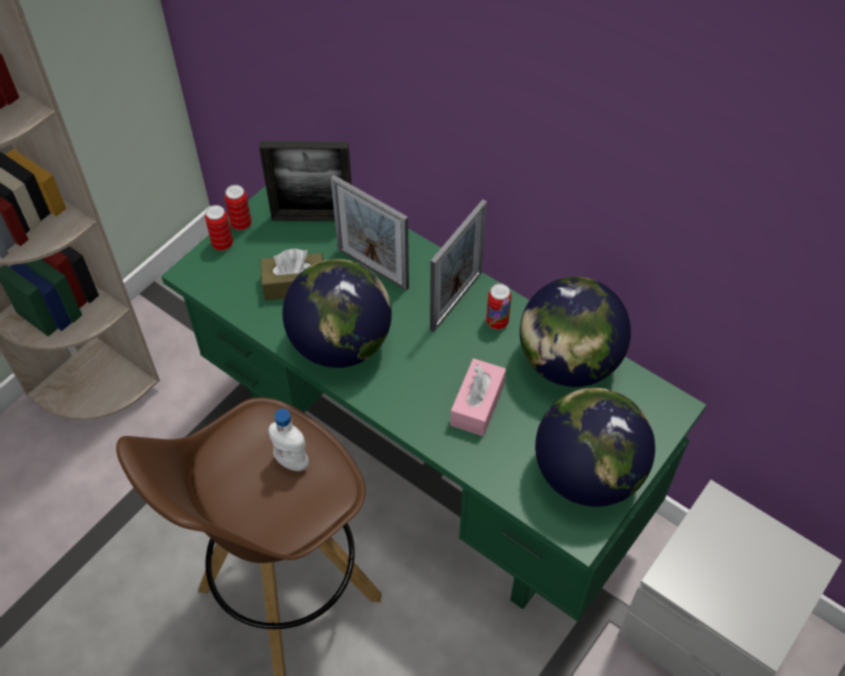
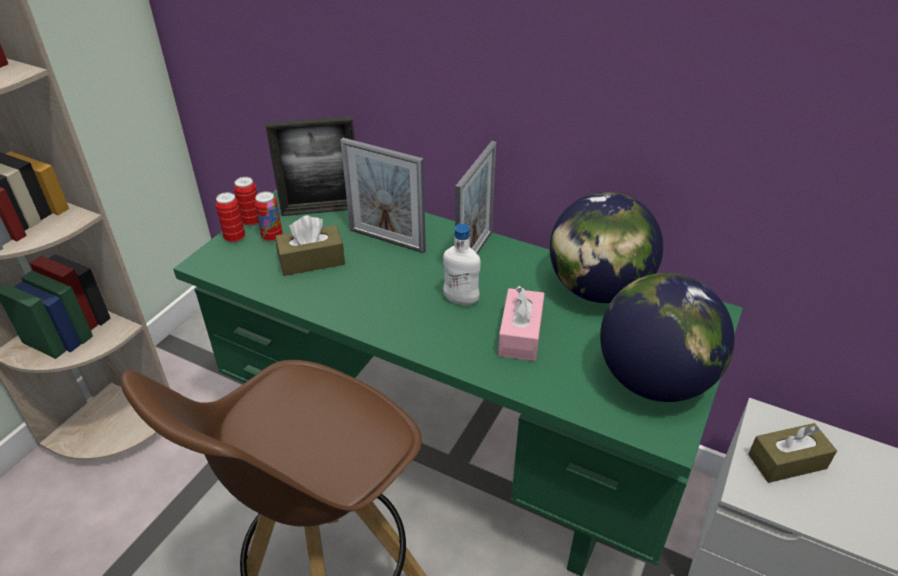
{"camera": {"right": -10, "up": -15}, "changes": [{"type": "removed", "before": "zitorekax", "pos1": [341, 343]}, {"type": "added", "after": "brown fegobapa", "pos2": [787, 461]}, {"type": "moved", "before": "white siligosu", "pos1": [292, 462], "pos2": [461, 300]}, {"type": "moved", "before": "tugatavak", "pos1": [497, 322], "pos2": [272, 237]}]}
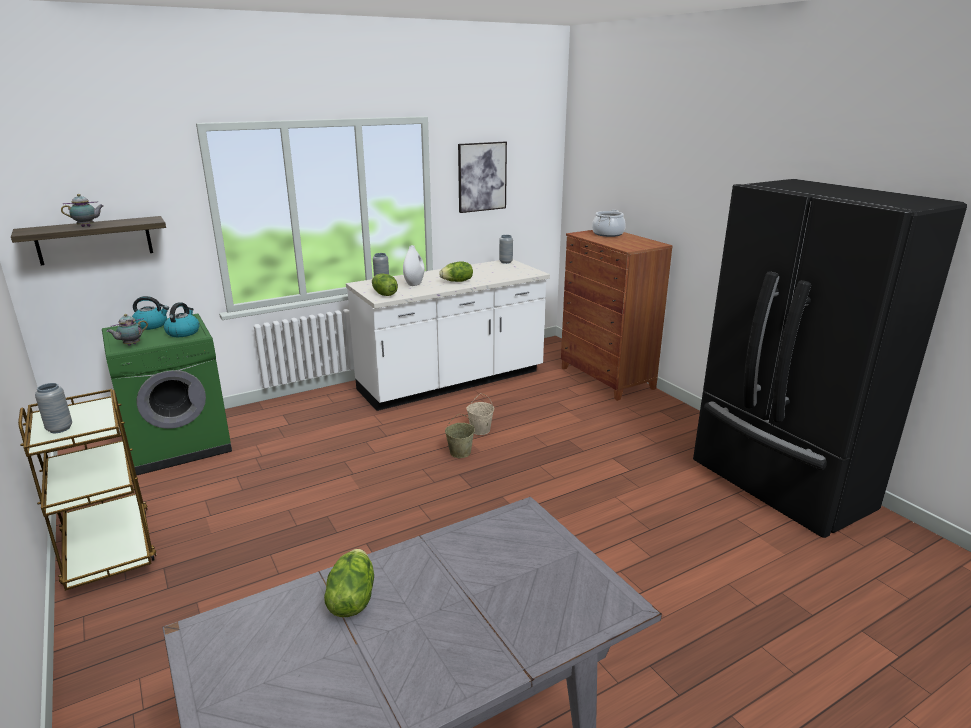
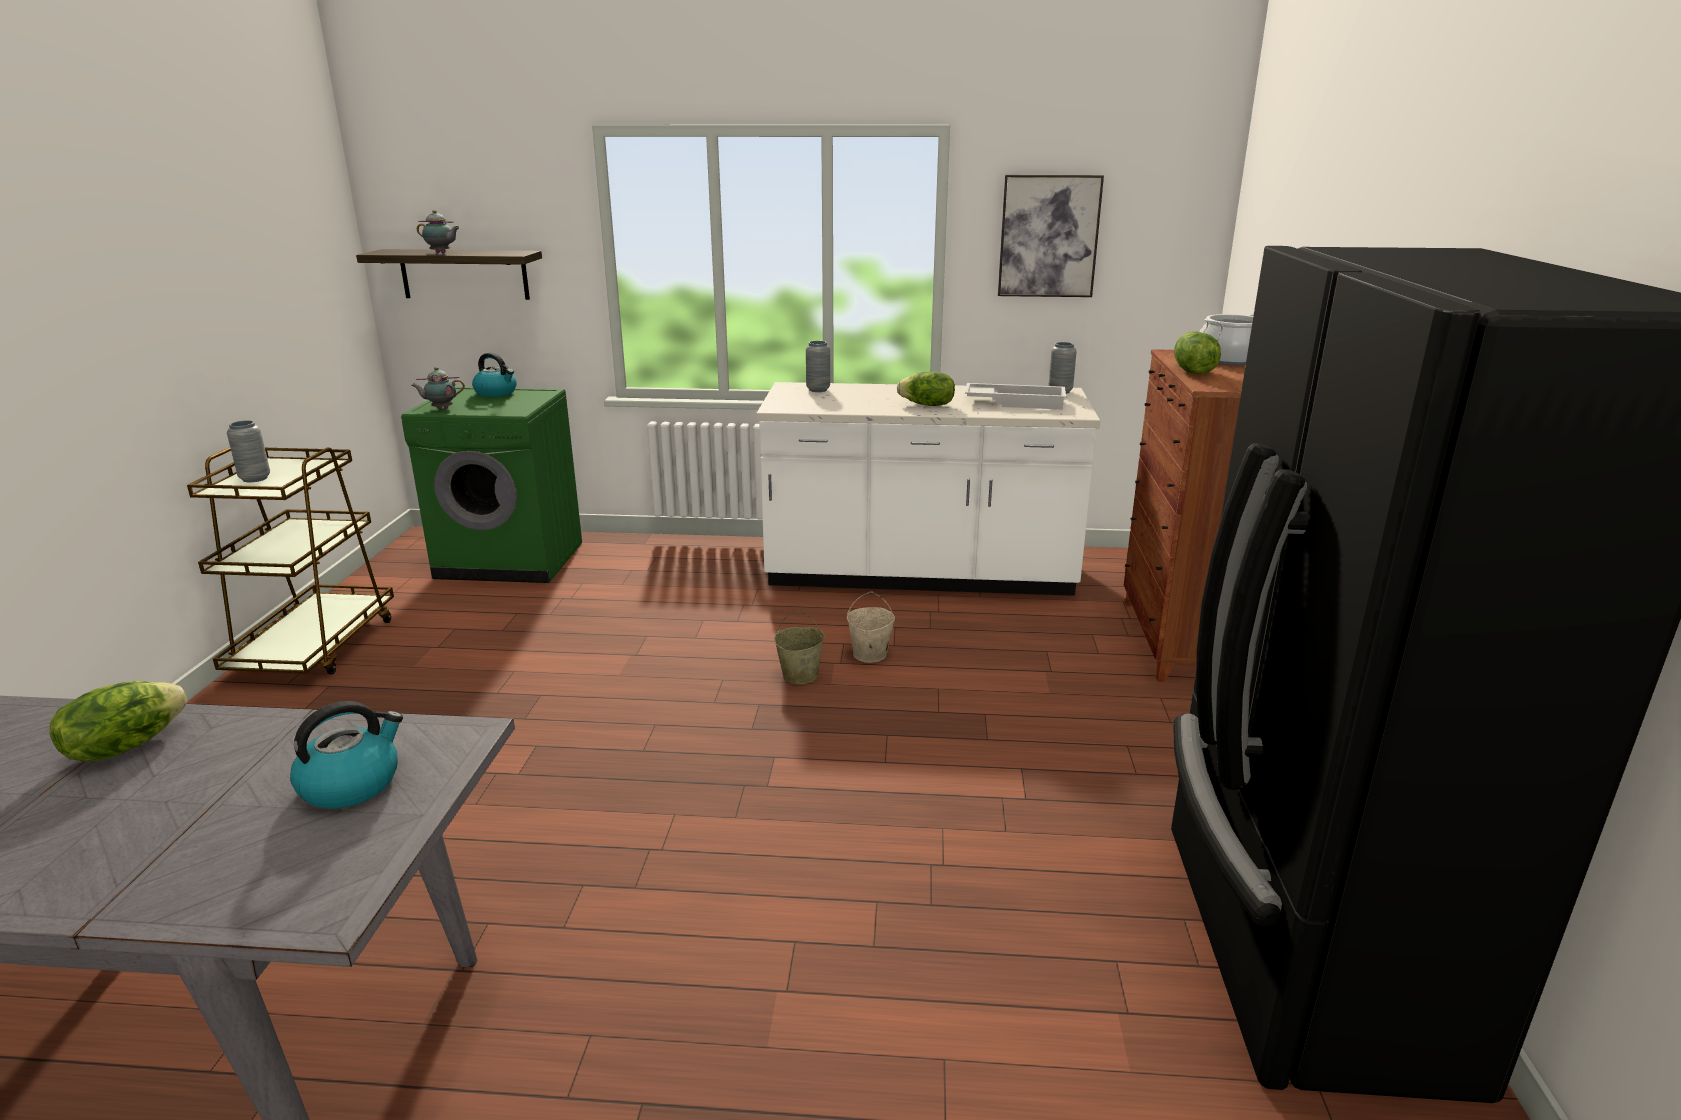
{"camera": {"right": 35, "up": 0}, "changes": [{"type": "removed", "before": "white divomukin", "pos1": [414, 283]}, {"type": "added", "after": "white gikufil", "pos2": [1015, 402]}, {"type": "moved", "before": "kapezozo", "pos1": [183, 332], "pos2": [351, 784]}, {"type": "moved", "before": "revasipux", "pos1": [384, 294], "pos2": [1192, 371]}]}
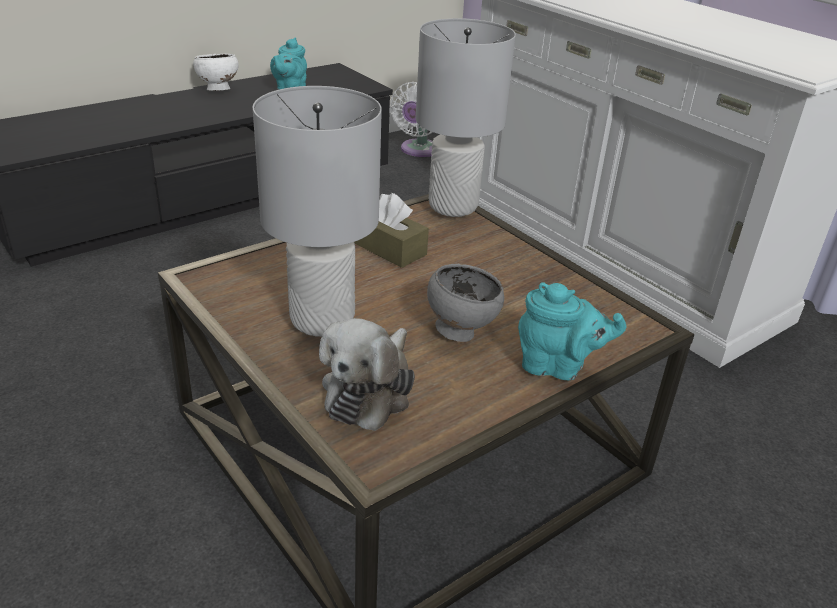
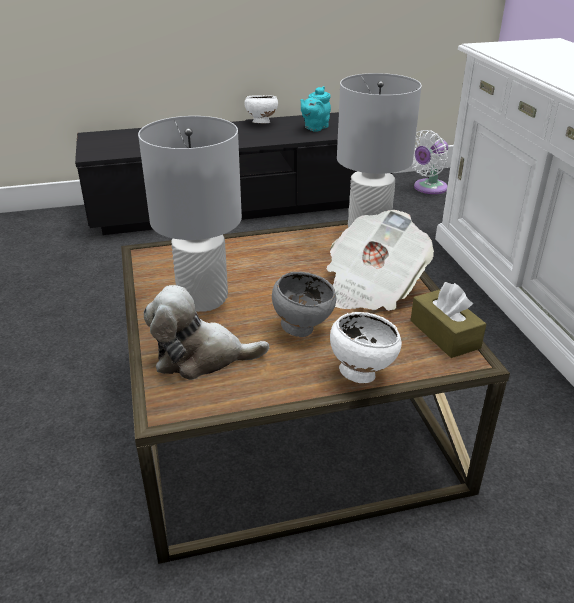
{"camera": {"right": 25, "up": 0}, "changes": [{"type": "added", "after": "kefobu", "pos2": [371, 286]}, {"type": "moved", "before": "brown fegobapa", "pos1": [389, 248], "pos2": [444, 334]}, {"type": "replaced", "before": "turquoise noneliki", "after": "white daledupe", "pos1": [558, 367], "pos2": [361, 372]}, {"type": "turned", "before": "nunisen", "pos1": [369, 390], "pos2": [201, 357], "turn": 45}]}
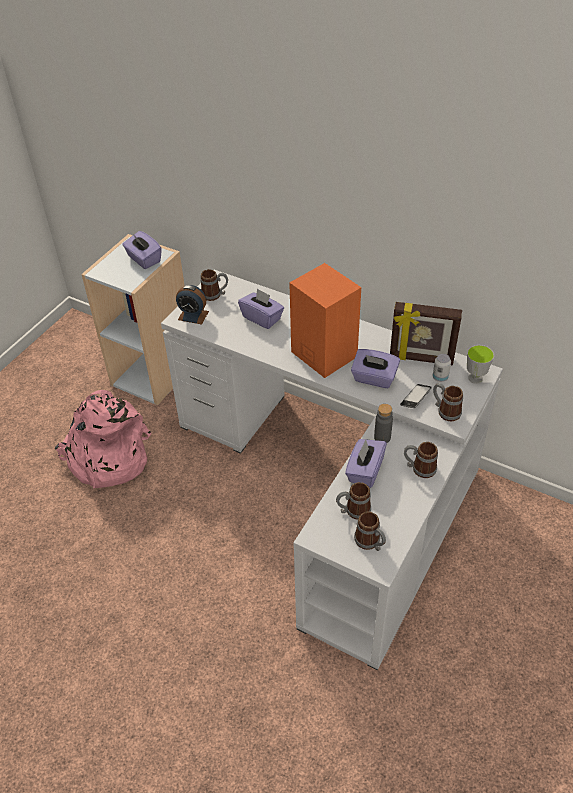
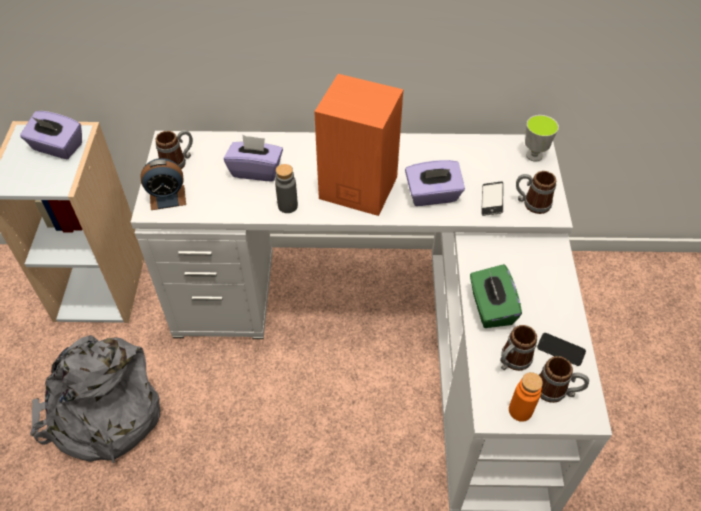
{"camera": {"right": -30, "up": 5}, "changes": [{"type": "removed", "before": "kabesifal", "pos1": [421, 359]}, {"type": "removed", "before": "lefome", "pos1": [419, 468]}, {"type": "removed", "before": "tugatavak", "pos1": [440, 377]}, {"type": "added", "after": "orange siligosu", "pos2": [520, 410]}, {"type": "added", "after": "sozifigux", "pos2": [561, 349]}, {"type": "moved", "before": "grey siligosu", "pos1": [382, 437], "pos2": [287, 206]}, {"type": "recoloured", "before": "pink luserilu", "after": "grey luserilu", "pos1": [107, 458], "pos2": [103, 415]}, {"type": "recoloured", "before": "purple fegobapa", "after": "green fegobapa", "pos1": [364, 471], "pos2": [490, 308]}]}
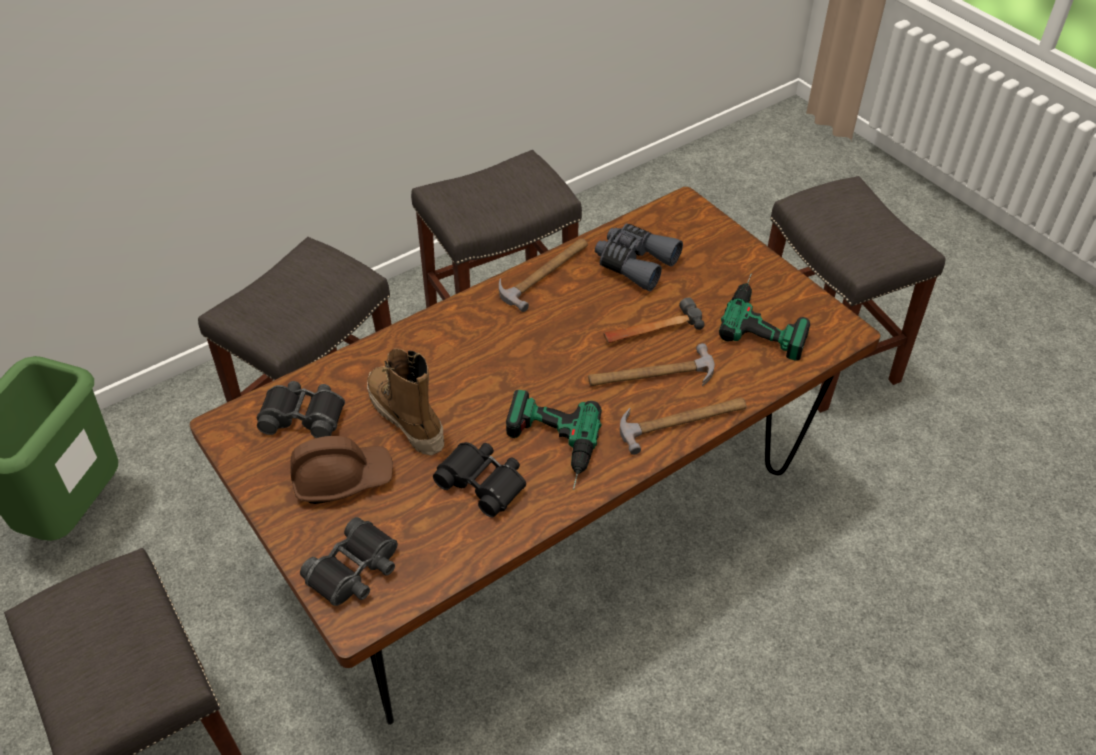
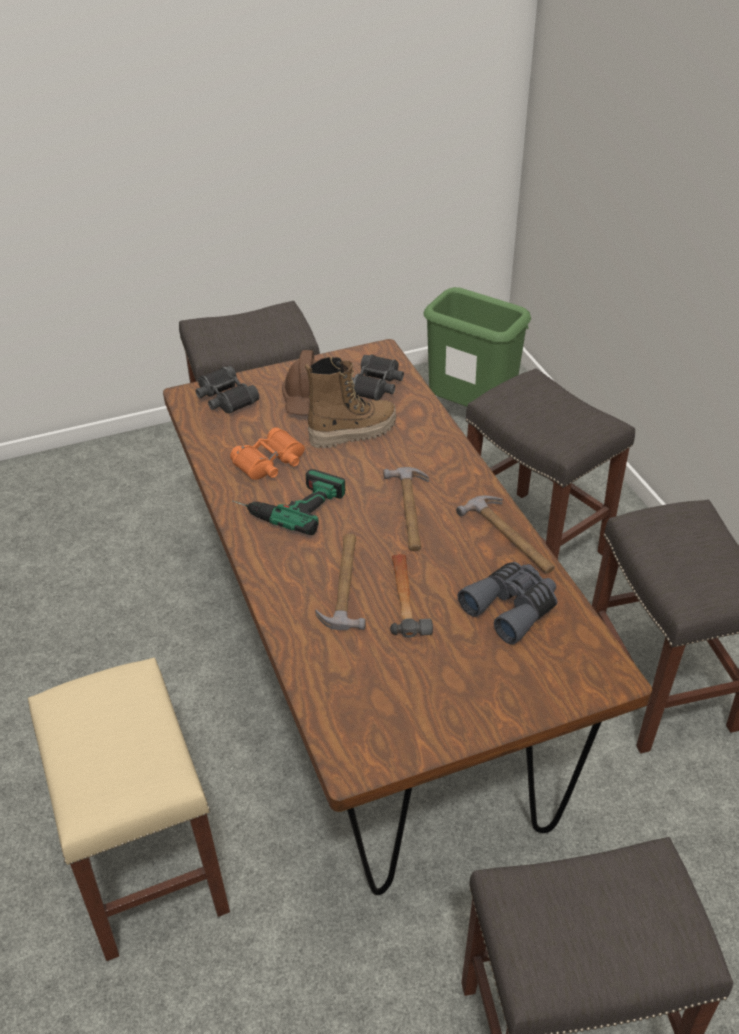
{"camera": {"right": 105, "up": -5}, "changes": [{"type": "removed", "before": "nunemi", "pos1": [767, 319]}, {"type": "added", "after": "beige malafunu", "pos2": [146, 864]}, {"type": "moved", "before": "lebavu", "pos1": [682, 421], "pos2": [410, 511]}, {"type": "recoloured", "before": "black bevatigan", "after": "orange bevatigan", "pos1": [482, 482], "pos2": [270, 463]}]}
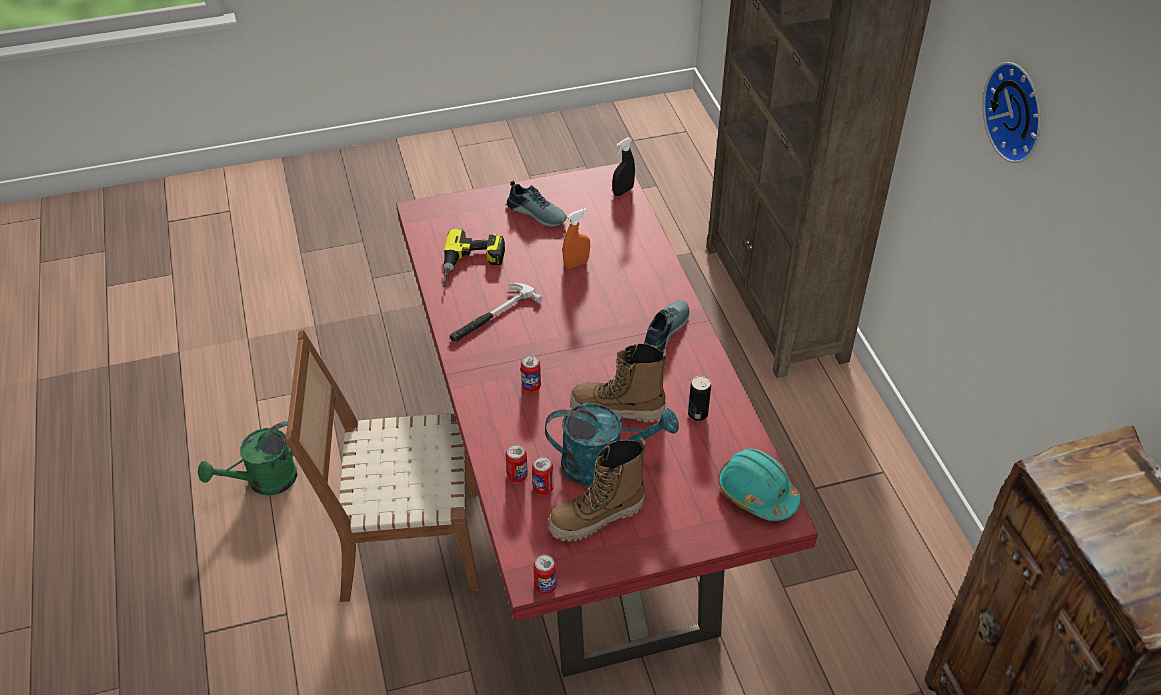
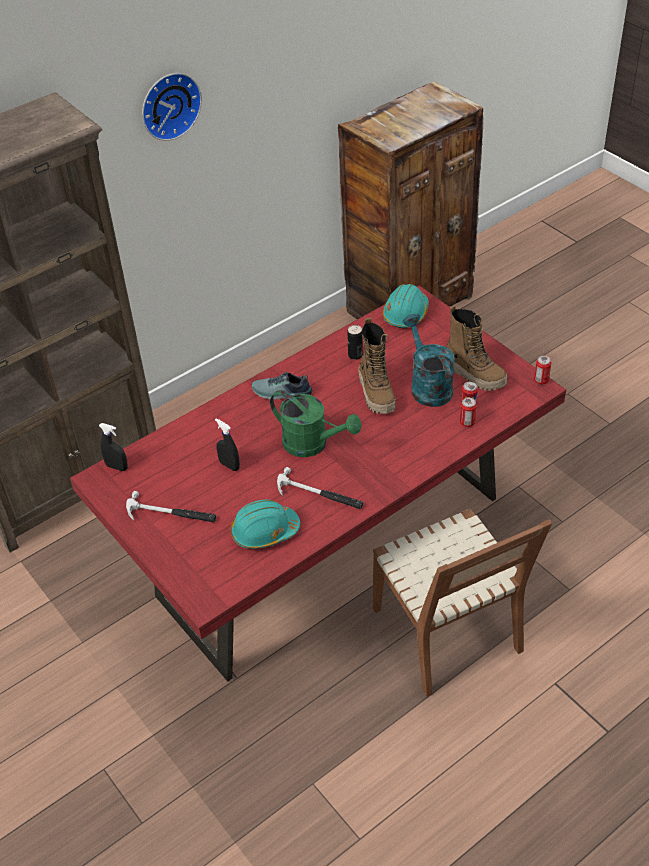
{"camera": {"right": -110, "up": 0}, "changes": [{"type": "removed", "before": "tugatavak", "pos1": [531, 386]}, {"type": "moved", "before": "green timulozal", "pos1": [264, 482], "pos2": [312, 444]}, {"type": "replaced", "before": "nunemi", "after": "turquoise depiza", "pos1": [471, 266], "pos2": [264, 532]}, {"type": "replaced", "before": "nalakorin", "after": "lebavu", "pos1": [538, 212], "pos2": [170, 514]}, {"type": "recoloured", "before": "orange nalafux", "after": "black nalafux", "pos1": [576, 264], "pos2": [229, 465]}]}
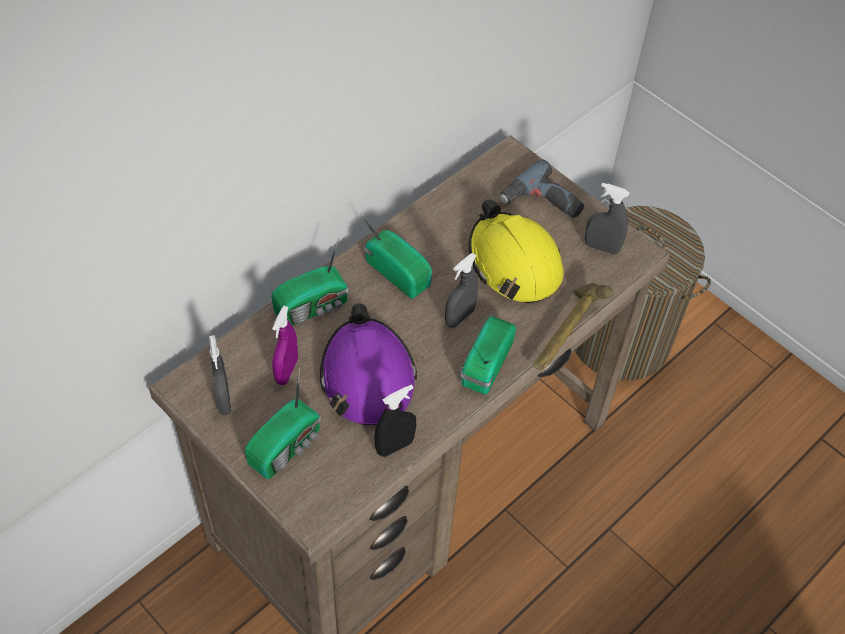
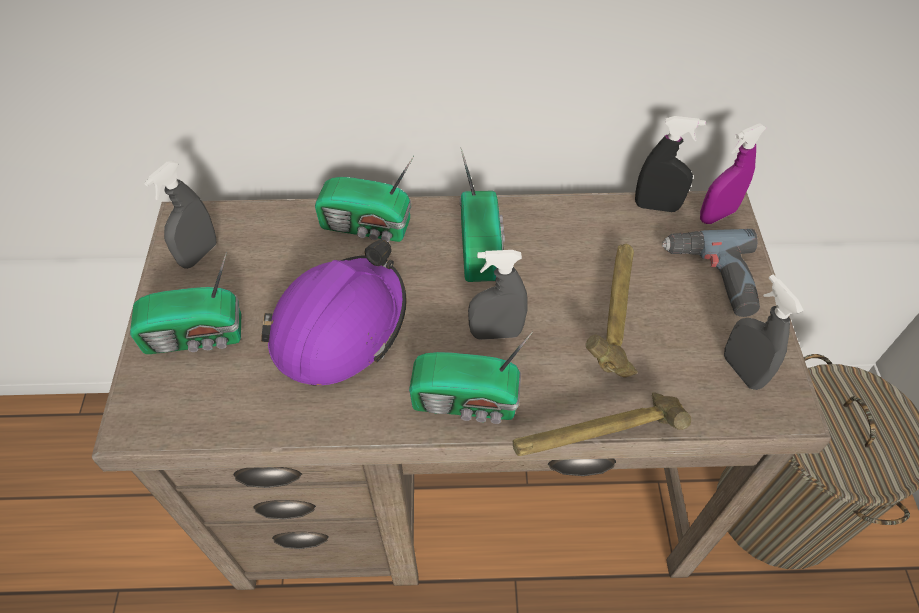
{"camera": {"right": 45, "up": 0}, "changes": [{"type": "moved", "before": "purple nalafux", "pos1": [286, 371], "pos2": [717, 215]}, {"type": "moved", "before": "black nalafux", "pos1": [395, 446], "pos2": [656, 206]}, {"type": "replaced", "before": "yellow depiza", "after": "lebavu", "pos1": [514, 263], "pos2": [615, 319]}, {"type": "turned", "before": "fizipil", "pos1": [484, 365], "pos2": [468, 402], "turn": -150}]}
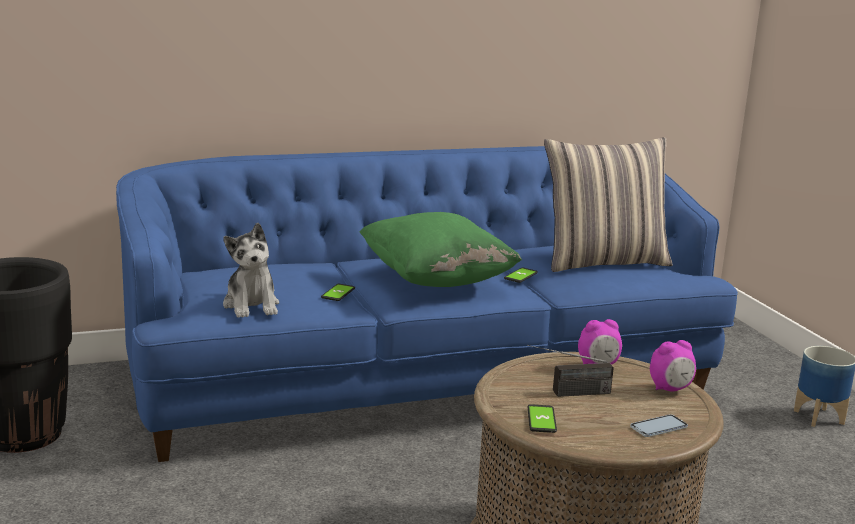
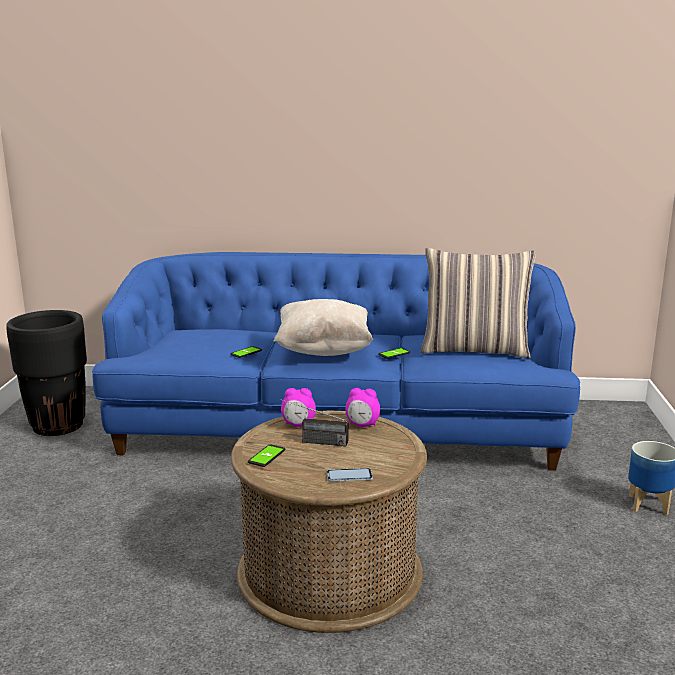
{"camera": {"right": 25, "up": 0}, "changes": [{"type": "removed", "before": "nunisen", "pos1": [252, 305]}, {"type": "moved", "before": "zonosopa", "pos1": [670, 389], "pos2": [298, 425]}, {"type": "recoloured", "before": "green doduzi", "after": "beige doduzi", "pos1": [436, 280], "pos2": [323, 351]}]}
